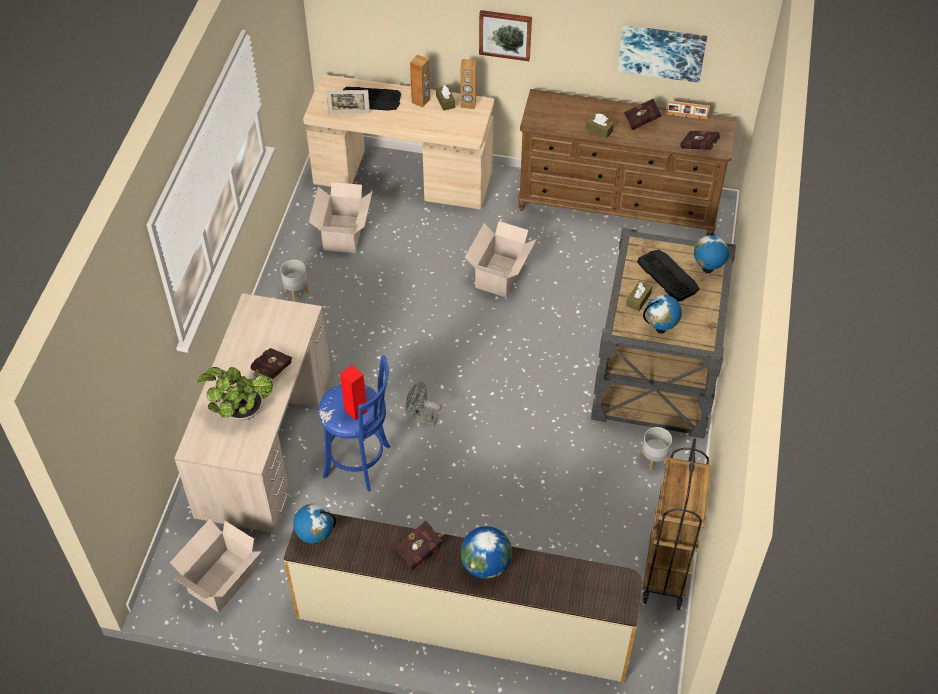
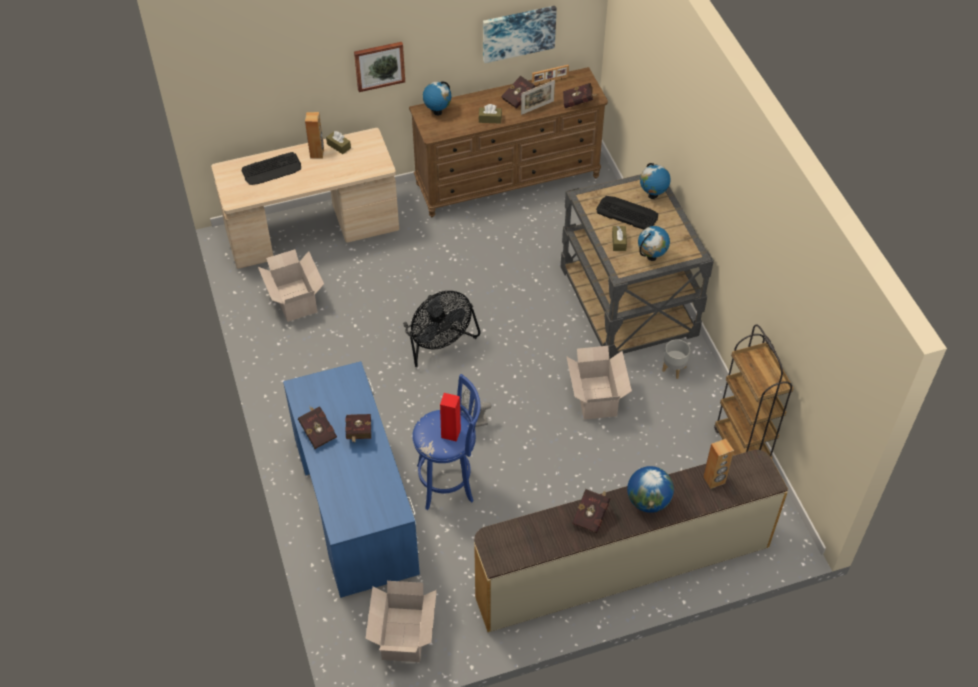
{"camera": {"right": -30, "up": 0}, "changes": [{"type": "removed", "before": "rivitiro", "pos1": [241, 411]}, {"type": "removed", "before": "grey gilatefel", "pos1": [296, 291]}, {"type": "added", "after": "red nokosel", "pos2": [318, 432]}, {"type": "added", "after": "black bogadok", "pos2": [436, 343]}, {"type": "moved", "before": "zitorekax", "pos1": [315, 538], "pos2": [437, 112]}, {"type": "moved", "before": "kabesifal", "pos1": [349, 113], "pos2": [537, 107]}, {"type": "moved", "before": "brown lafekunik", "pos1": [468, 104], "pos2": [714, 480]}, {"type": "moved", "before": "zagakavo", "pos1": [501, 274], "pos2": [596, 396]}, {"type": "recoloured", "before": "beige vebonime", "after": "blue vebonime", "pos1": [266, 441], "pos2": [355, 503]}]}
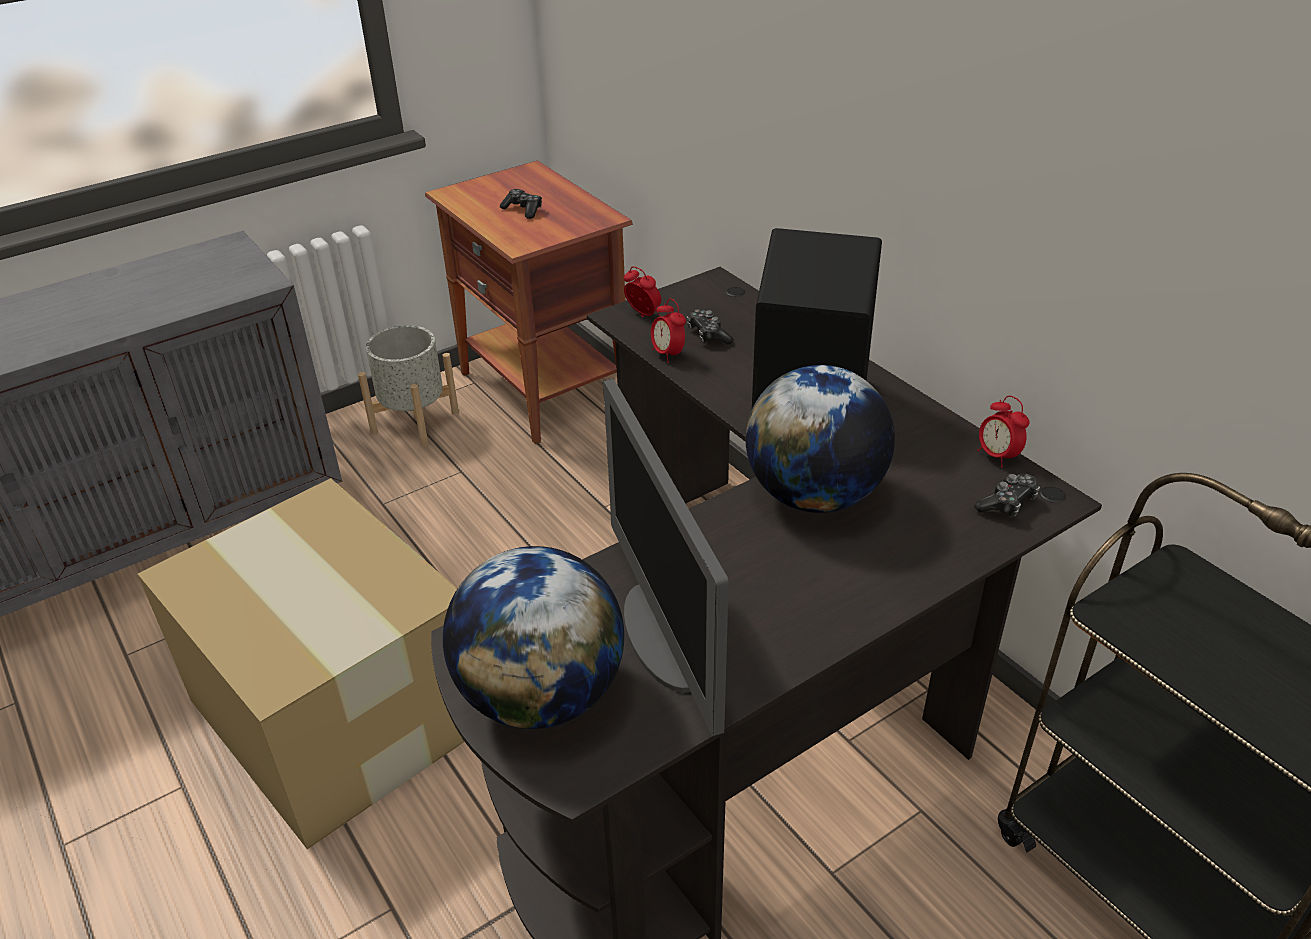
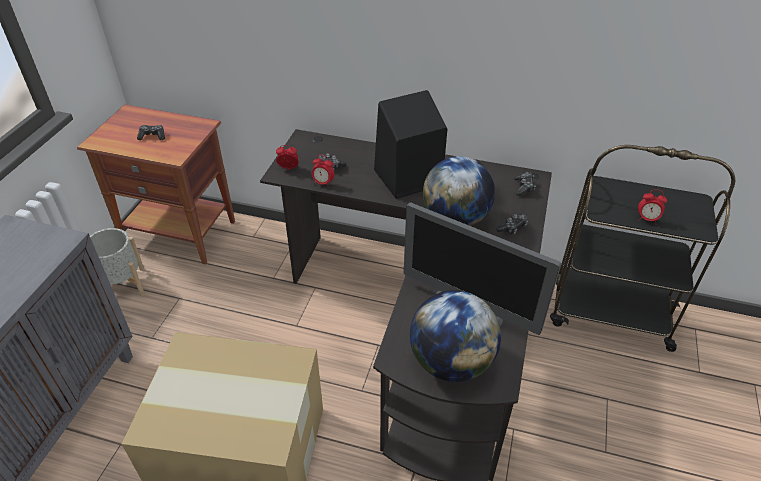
{"camera": {"right": -40, "up": 5}, "changes": [{"type": "added", "after": "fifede", "pos2": [512, 228]}, {"type": "moved", "before": "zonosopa", "pos1": [997, 456], "pos2": [647, 219]}]}
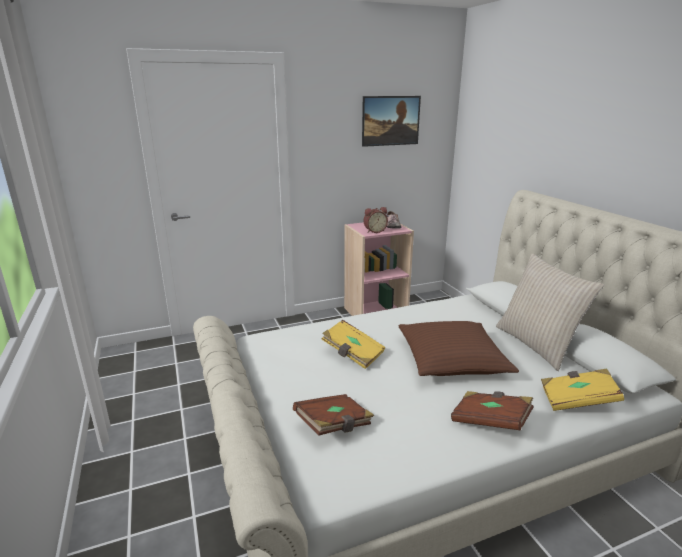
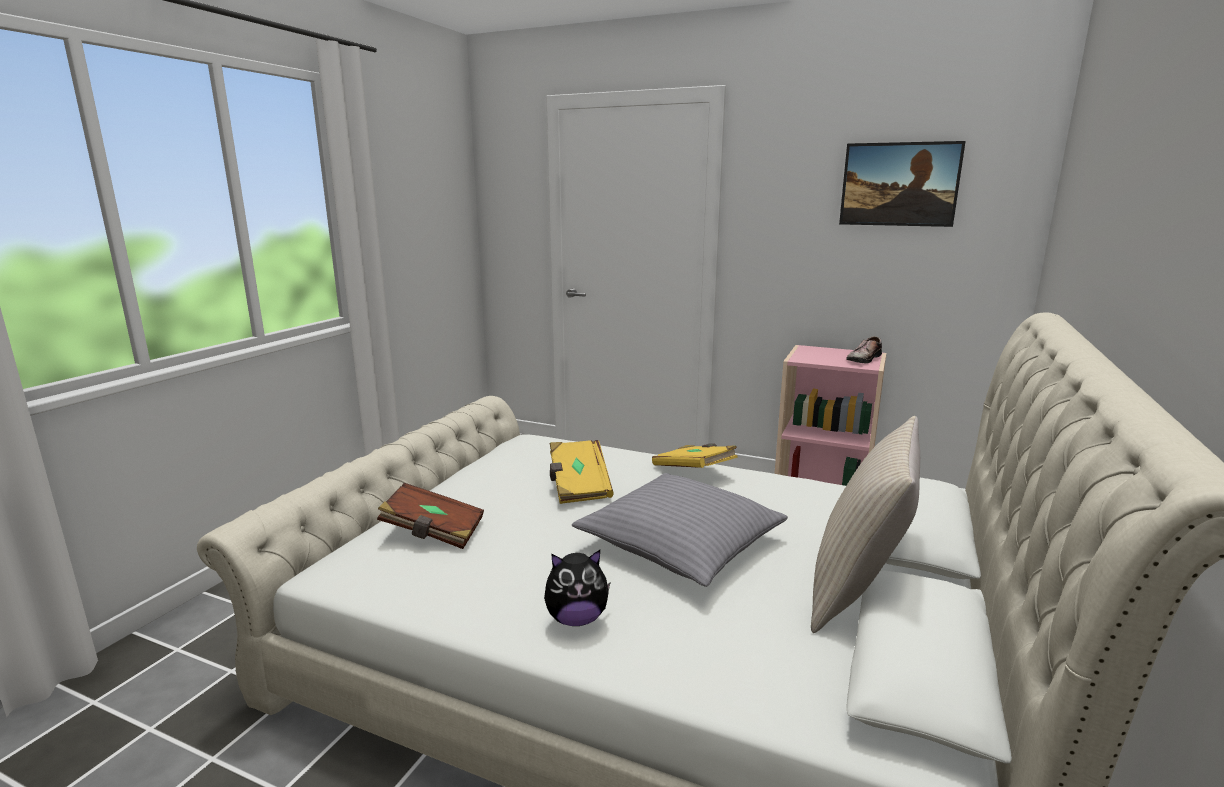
{"camera": {"right": 45, "up": -5}, "changes": [{"type": "removed", "before": "zonosopa", "pos1": [374, 231]}, {"type": "moved", "before": "yellow nokosel", "pos1": [577, 401], "pos2": [694, 471]}, {"type": "replaced", "before": "brown nokosel", "after": "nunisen", "pos1": [490, 421], "pos2": [576, 619]}, {"type": "recoloured", "before": "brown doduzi", "after": "grey doduzi", "pos1": [451, 359], "pos2": [681, 543]}]}
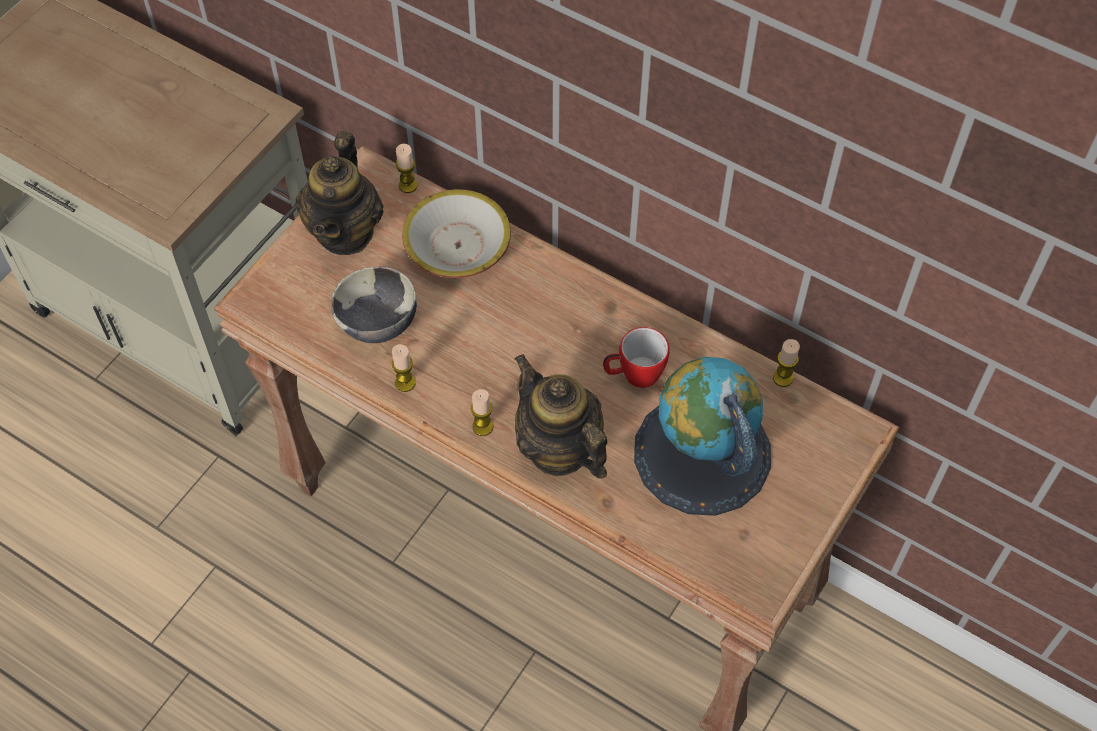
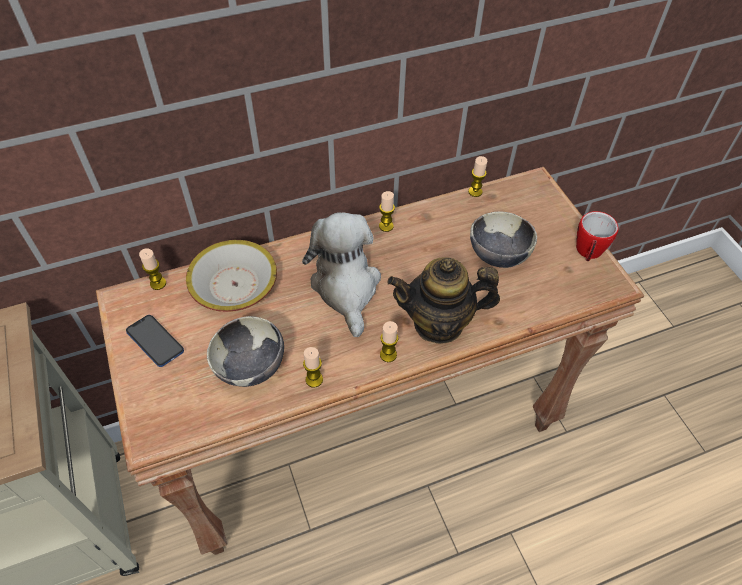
{"camera": {"right": -55, "up": -5}, "changes": [{"type": "added", "after": "nunisen", "pos2": [346, 287]}, {"type": "added", "after": "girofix", "pos2": [386, 226]}, {"type": "moved", "before": "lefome", "pos1": [633, 375], "pos2": [588, 253]}, {"type": "replaced", "before": "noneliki", "after": "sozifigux", "pos1": [345, 232], "pos2": [155, 341]}, {"type": "replaced", "before": "zitorekax", "after": "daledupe", "pos1": [701, 453], "pos2": [498, 256]}]}
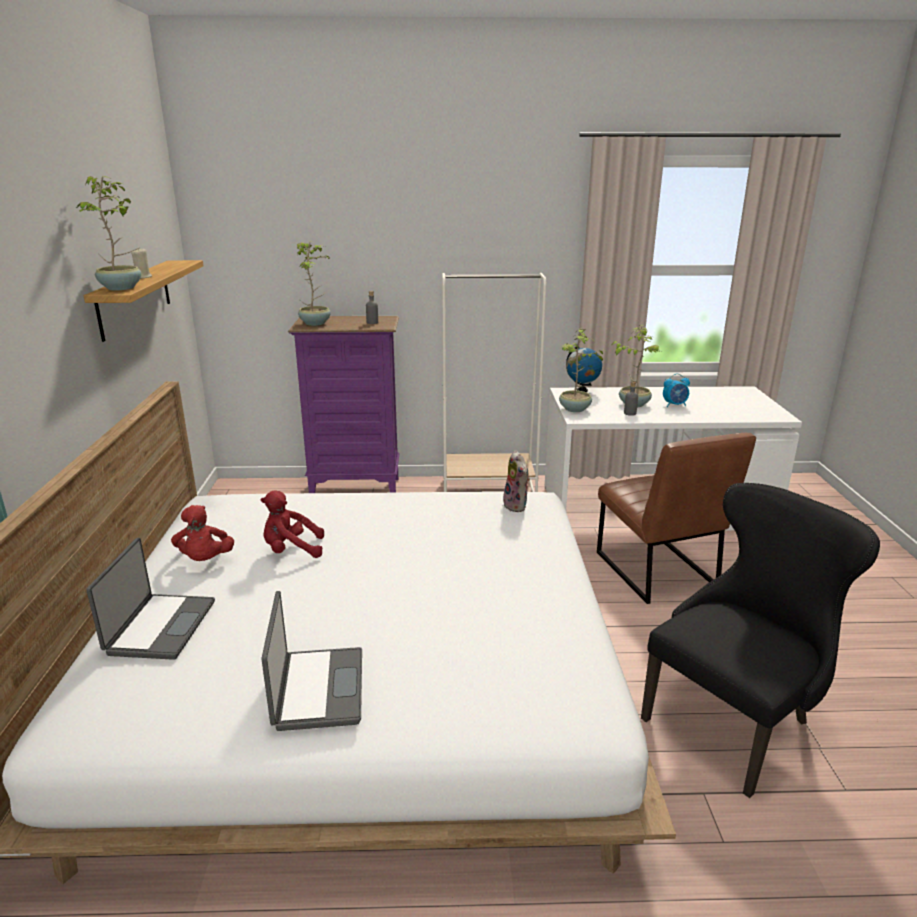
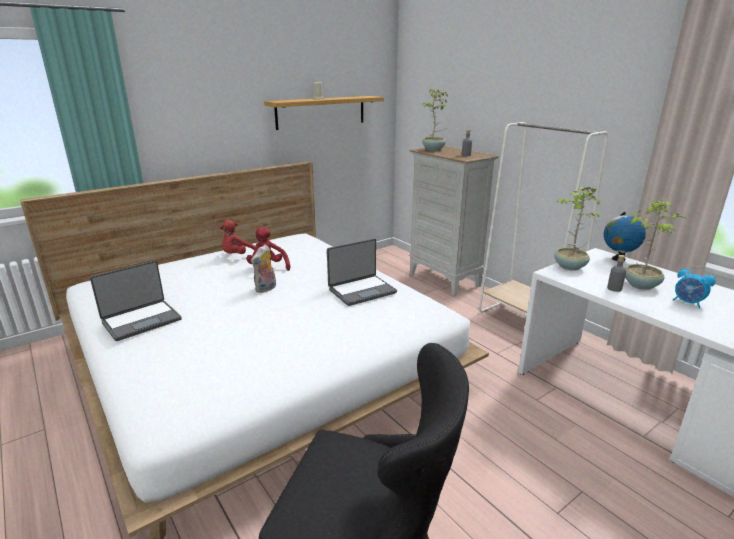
{"camera": {"right": 55, "up": 0}, "changes": [{"type": "removed", "before": "rivitiro", "pos1": [122, 288]}, {"type": "removed", "before": "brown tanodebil", "pos1": [657, 572]}, {"type": "moved", "before": "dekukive", "pos1": [160, 627], "pos2": [361, 290]}, {"type": "moved", "before": "nunisen", "pos1": [517, 506], "pos2": [266, 289]}, {"type": "recoloured", "before": "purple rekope", "after": "white rekope", "pos1": [357, 490], "pos2": [444, 281]}]}
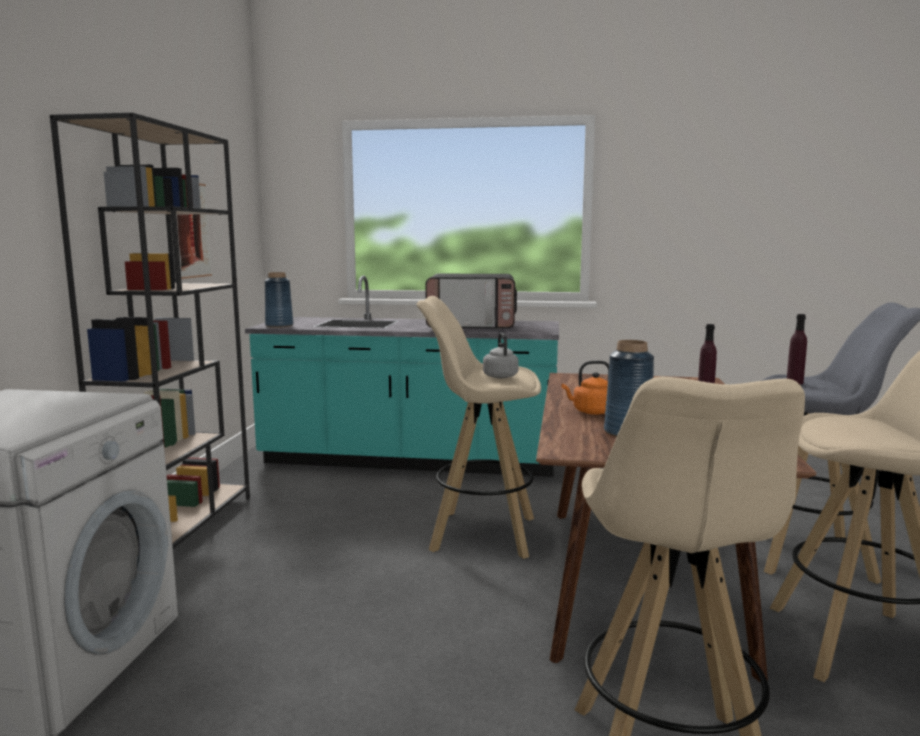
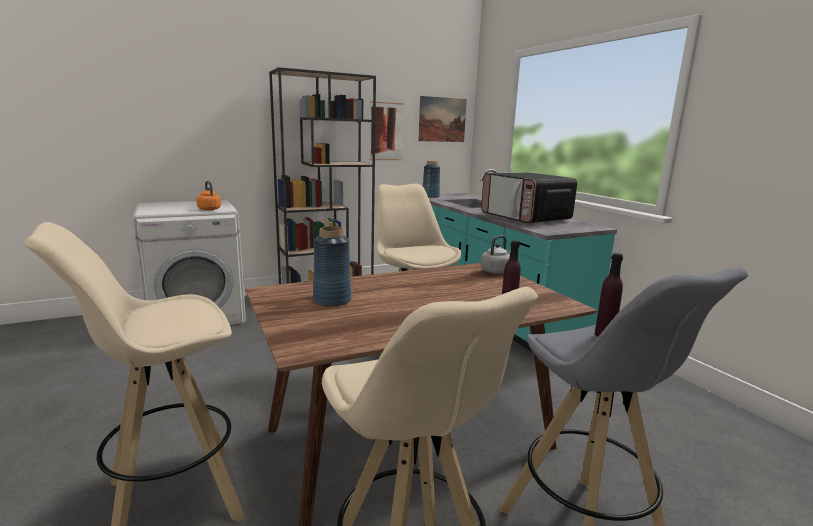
{"camera": {"right": 55, "up": 5}, "changes": [{"type": "added", "after": "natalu", "pos2": [442, 119]}, {"type": "moved", "before": "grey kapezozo", "pos1": [500, 376], "pos2": [496, 271]}, {"type": "moved", "before": "orange kapezozo", "pos1": [591, 412], "pos2": [209, 209]}]}
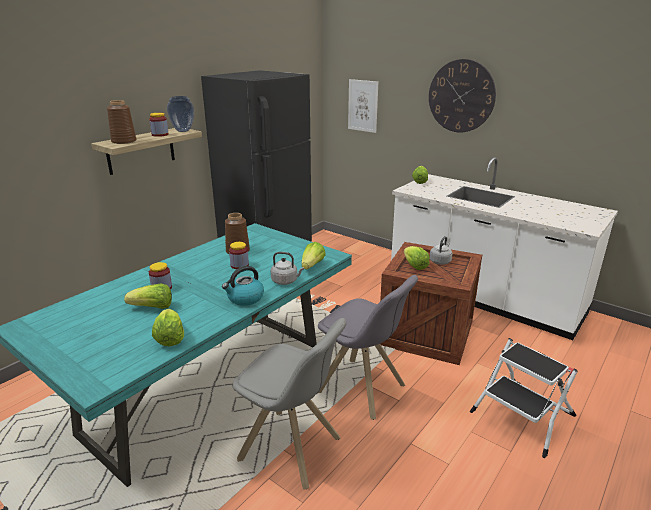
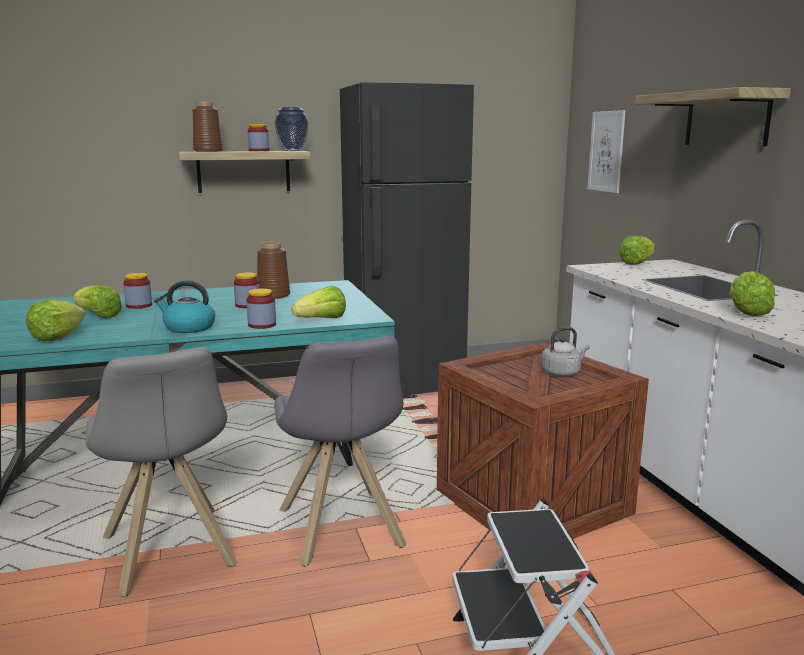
{"camera": {"right": 35, "up": -10}, "changes": [{"type": "moved", "before": "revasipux", "pos1": [414, 266], "pos2": [746, 312]}, {"type": "replaced", "before": "grey kapezozo", "after": "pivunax", "pos1": [286, 281], "pos2": [262, 325]}, {"type": "replaced", "before": "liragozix", "after": "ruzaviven", "pos1": [461, 96], "pos2": [726, 119]}]}
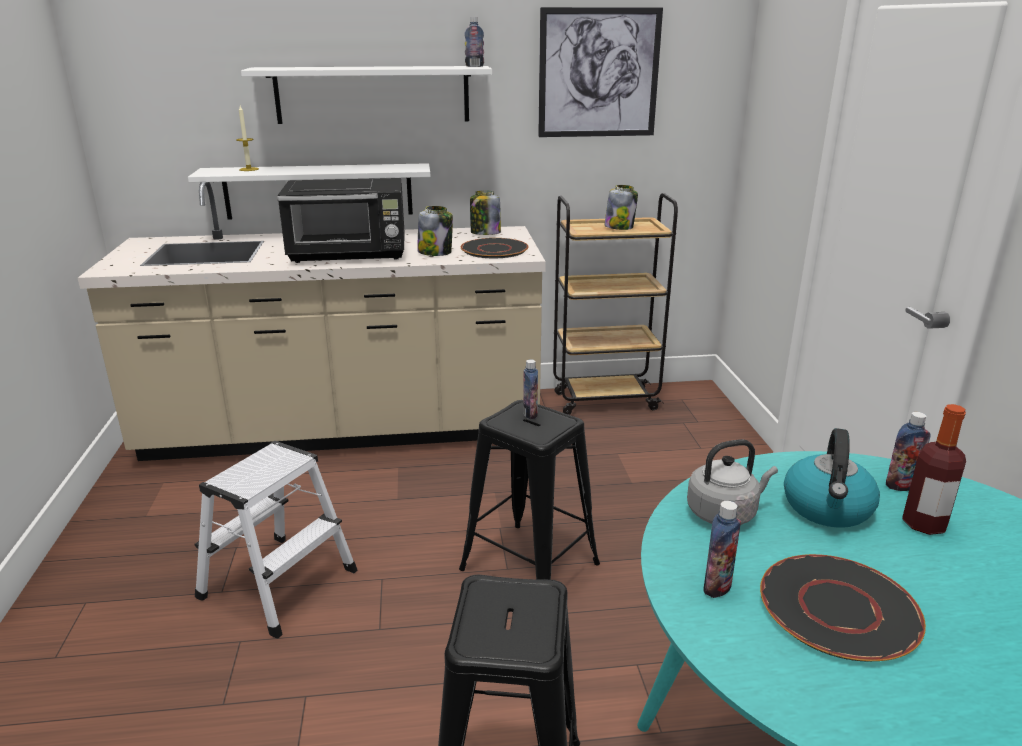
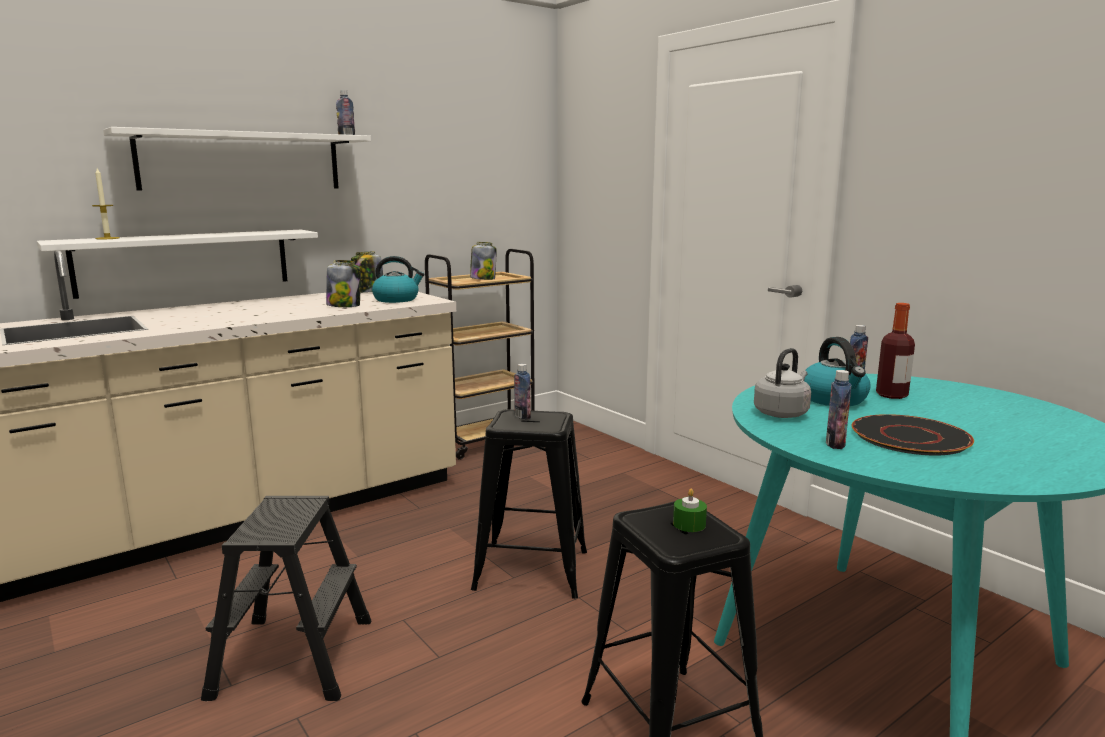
{"camera": {"right": -30, "up": -10}, "changes": [{"type": "removed", "before": "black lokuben", "pos1": [350, 254]}, {"type": "removed", "before": "natalu", "pos1": [598, 73]}, {"type": "added", "after": "green girofix", "pos2": [689, 524]}, {"type": "replaced", "before": "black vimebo", "after": "kapezozo", "pos1": [494, 249], "pos2": [397, 299]}, {"type": "recoloured", "before": "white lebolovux", "after": "black lebolovux", "pos1": [278, 583], "pos2": [293, 657]}]}
